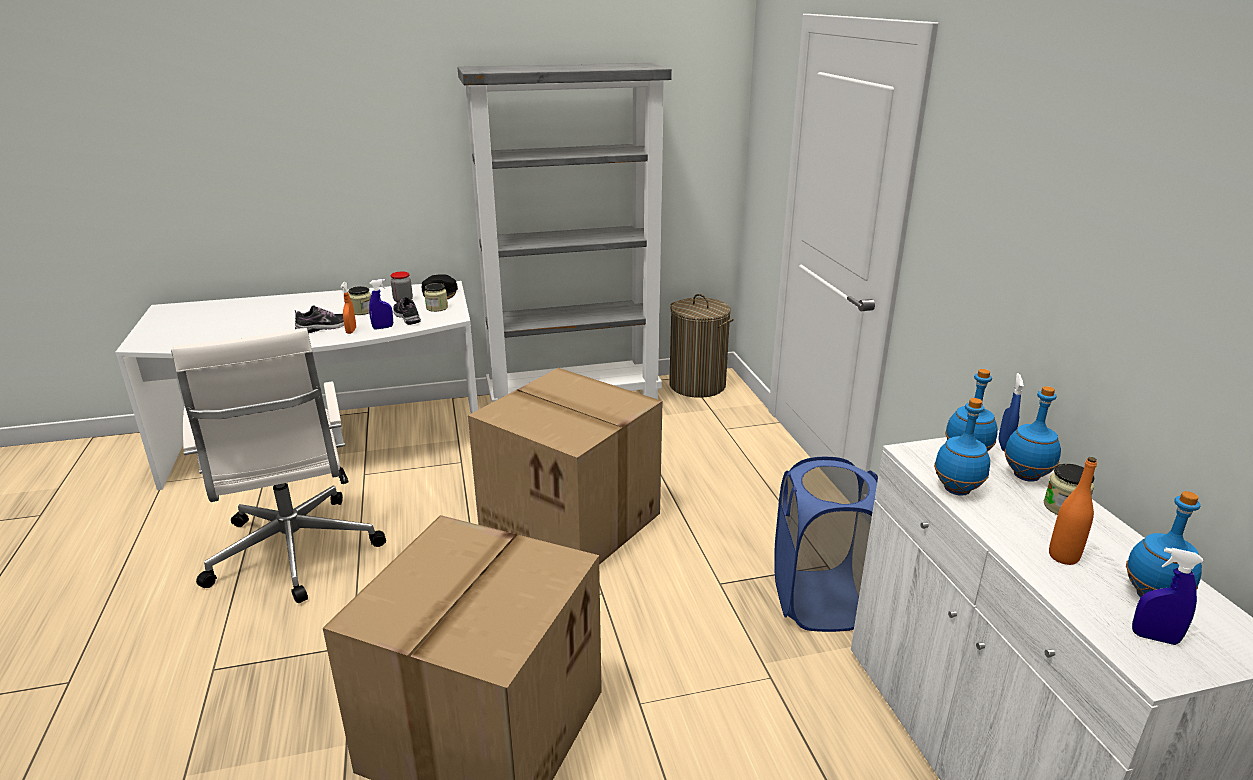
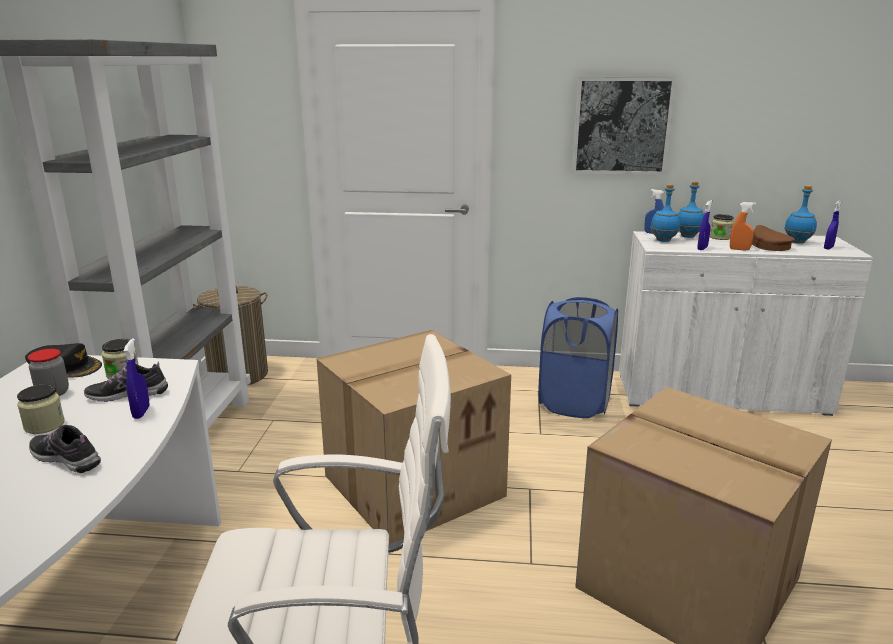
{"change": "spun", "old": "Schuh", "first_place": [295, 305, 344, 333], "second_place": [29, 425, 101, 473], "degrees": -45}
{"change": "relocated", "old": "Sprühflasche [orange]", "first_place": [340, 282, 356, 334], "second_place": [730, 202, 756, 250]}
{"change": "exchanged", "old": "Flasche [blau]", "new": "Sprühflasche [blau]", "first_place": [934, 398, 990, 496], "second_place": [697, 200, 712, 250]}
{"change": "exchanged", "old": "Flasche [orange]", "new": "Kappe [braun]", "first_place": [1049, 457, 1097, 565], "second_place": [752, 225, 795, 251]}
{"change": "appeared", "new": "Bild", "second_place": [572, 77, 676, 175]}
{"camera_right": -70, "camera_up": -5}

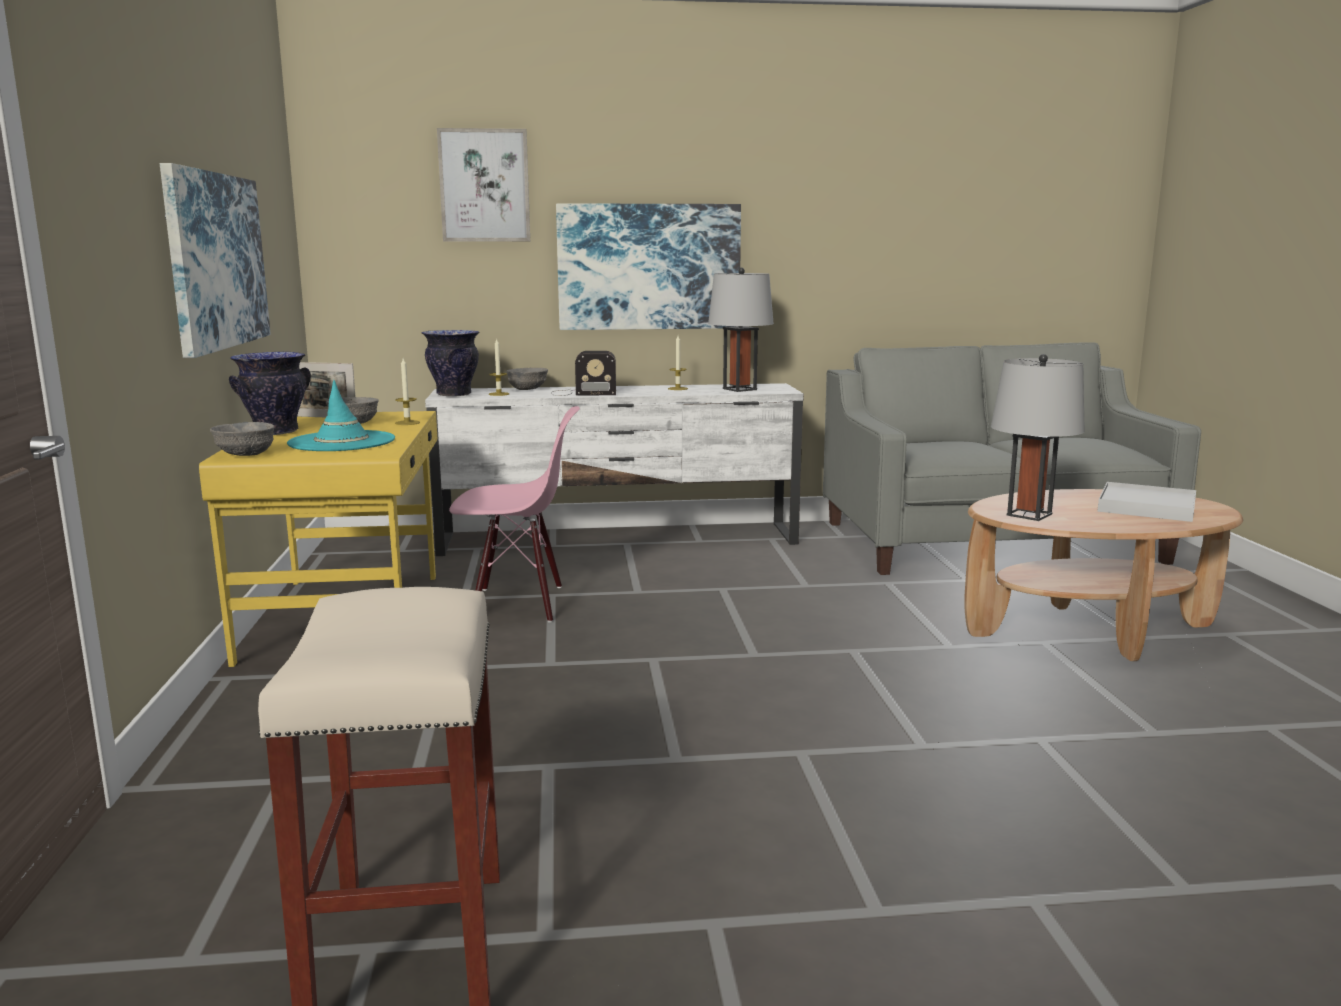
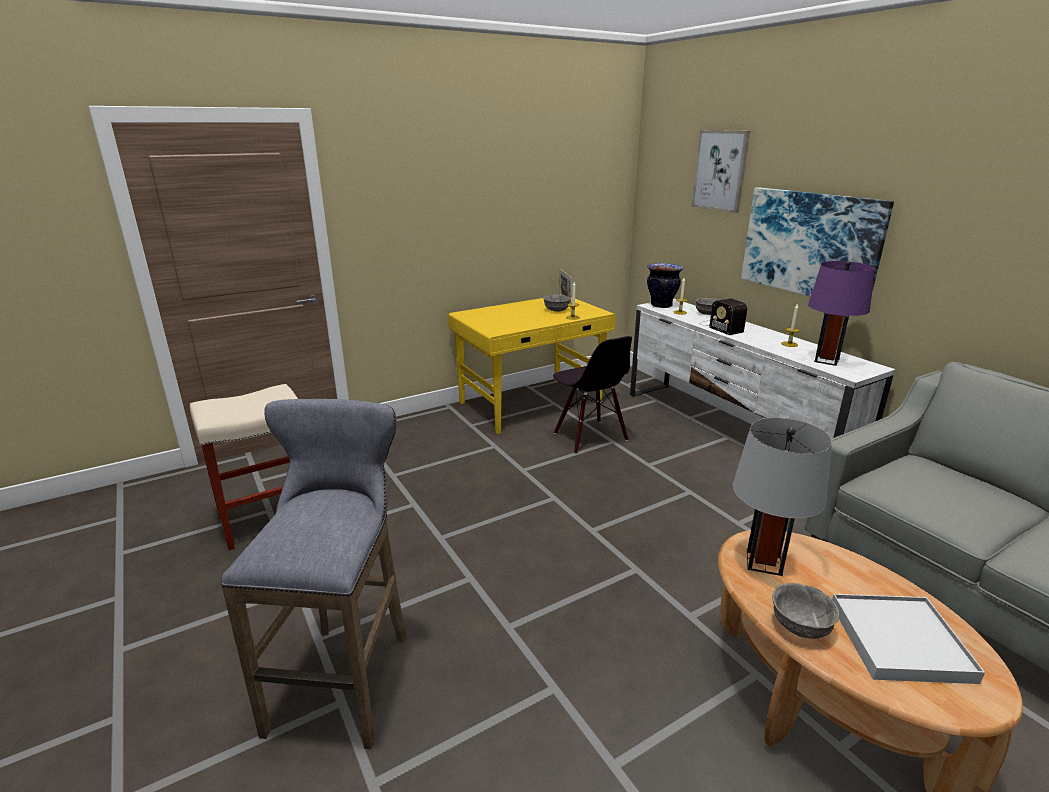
{"change": "missing", "old": "Bild", "first_place": [160, 163, 271, 358]}
{"change": "relocated", "old": "Schüssel [grau]", "first_place": [210, 422, 275, 456], "second_place": [772, 583, 839, 639]}
{"change": "missing", "old": "Vase", "first_place": [229, 352, 311, 435]}
{"change": "missing", "old": "Hut [türkis]", "first_place": [287, 380, 395, 451]}
{"change": "colour", "old": "Stuhl [rosa]", "new": "Stuhl [schwarz]", "first_place": [449, 406, 580, 623], "second_place": [553, 336, 632, 454]}
{"change": "colour", "old": "Tischlampe [grau]", "new": "Tischlampe [lila]", "first_place": [708, 267, 774, 392], "second_place": [808, 261, 875, 366]}
{"change": "appeared", "new": "Hocker [grau]", "second_place": [221, 399, 407, 749]}
{"camera_right": 65, "camera_up": 10}

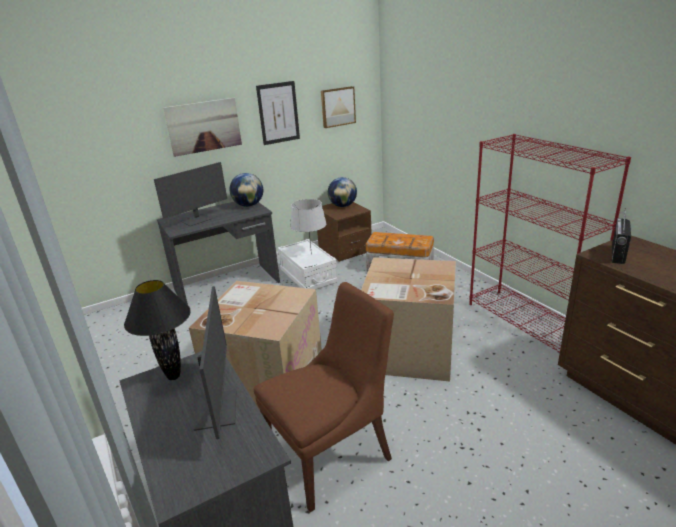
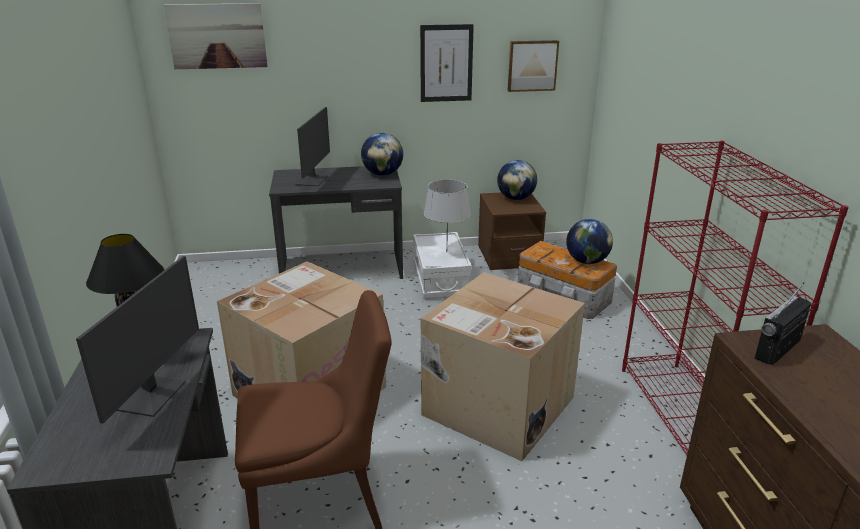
{"change": "spun", "old": "Monitor", "first_place": [154, 162, 227, 226], "second_place": [295, 107, 330, 186], "degrees": -60}
{"change": "relocated", "old": "Bild", "first_place": [163, 98, 242, 157], "second_place": [164, 3, 267, 69]}
{"change": "appeared", "new": "Globus", "second_place": [566, 219, 613, 264]}
{"camera_right": 20, "camera_up": 0}

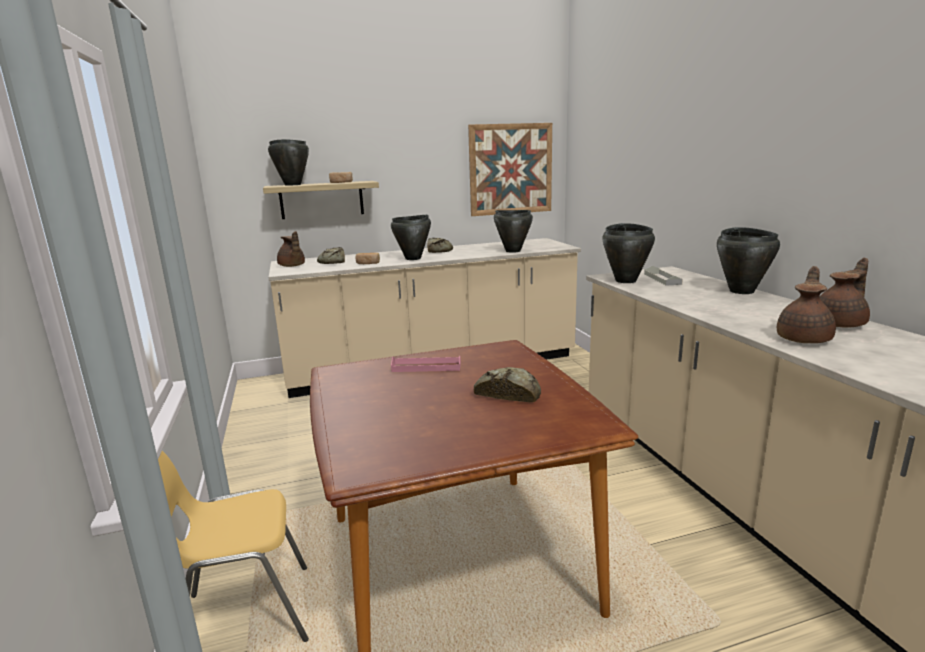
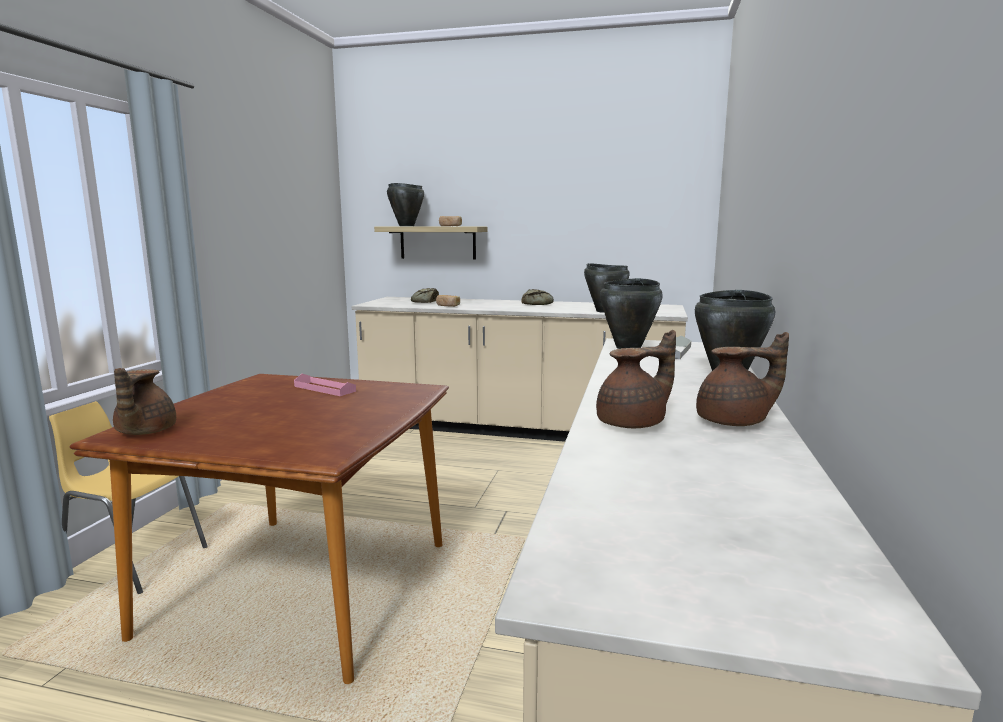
{"change": "relocated", "old": "Teekanne [braun]", "first_place": [277, 231, 305, 267], "second_place": [113, 368, 176, 435]}
{"change": "missing", "old": "Kochtopf [schwarz]", "first_place": [391, 215, 431, 260]}
{"change": "missing", "old": "Bild", "first_place": [468, 123, 552, 216]}
{"change": "missing", "old": "Brot", "first_place": [474, 367, 541, 402]}
{"camera_right": 30, "camera_up": -5}

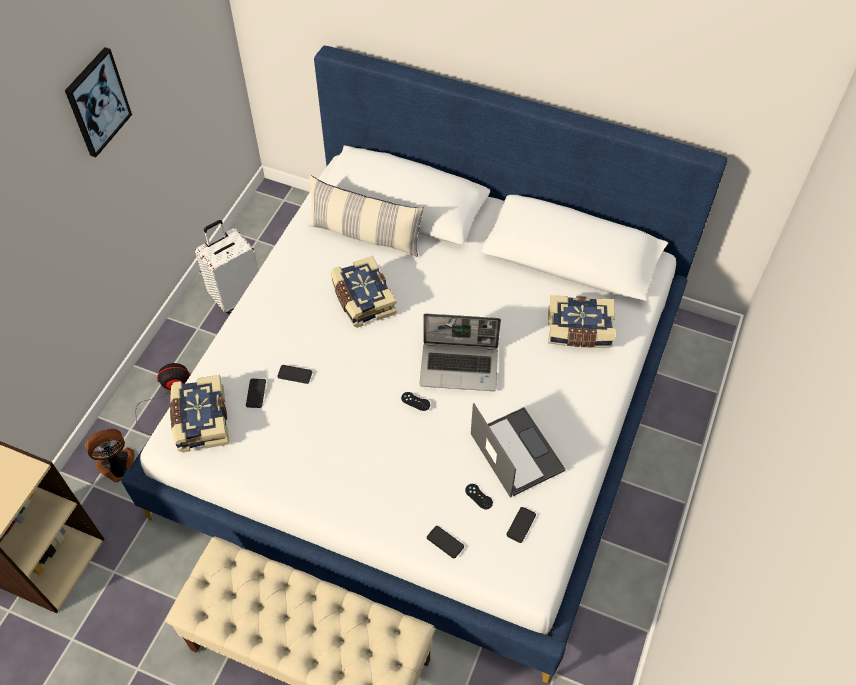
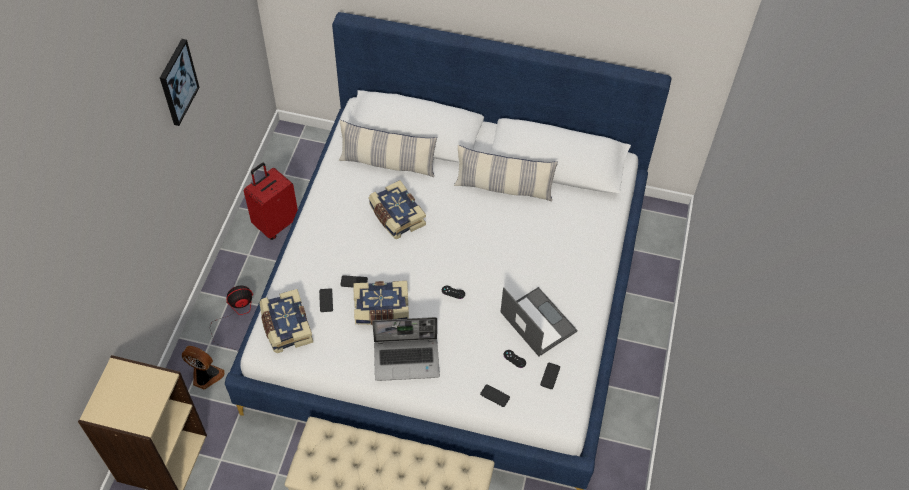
{"change": "spun", "old": "Ventilator", "first_place": [85, 429, 134, 483], "second_place": [182, 346, 225, 390], "degrees": 60}
{"change": "colour", "old": "Koffer [weiß]", "new": "Koffer [rot]", "first_place": [195, 220, 259, 314], "second_place": [244, 163, 298, 240]}
{"change": "relocated", "old": "Laptop", "first_place": [419, 313, 501, 391], "second_place": [372, 317, 440, 381]}
{"change": "relocated", "old": "Buch", "first_place": [548, 295, 616, 348], "second_place": [353, 281, 409, 325]}
{"change": "appeared", "new": "Kissen", "second_place": [454, 145, 558, 201]}
{"camera_right": -10, "camera_up": 0}

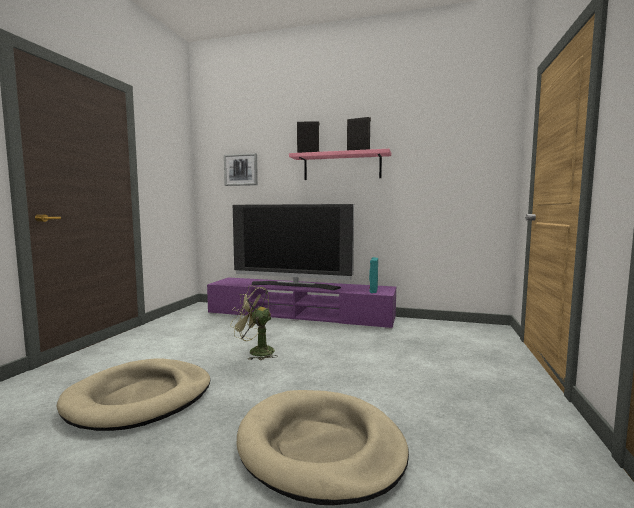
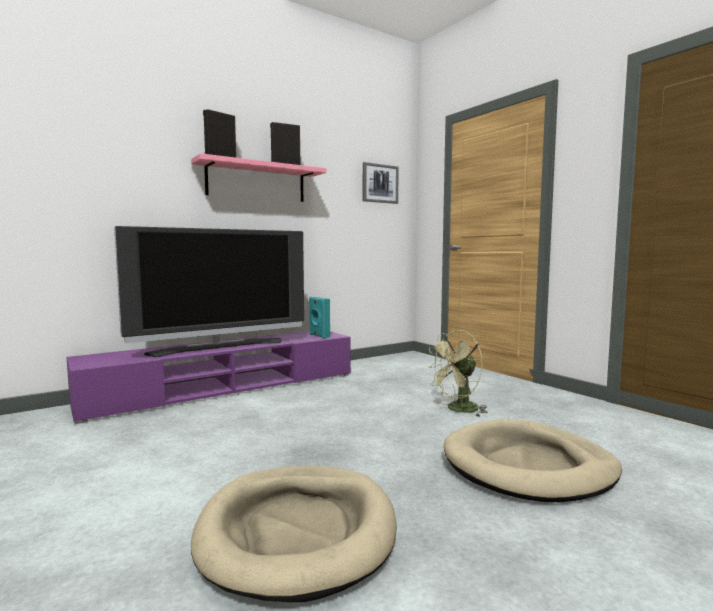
{"change": "relocated", "old": "Bild", "first_place": [224, 153, 258, 186], "second_place": [363, 162, 399, 204]}
{"change": "relocated", "old": "Ventilator [grün]", "first_place": [230, 286, 277, 360], "second_place": [426, 330, 488, 416]}
{"camera_right": -50, "camera_up": 0}

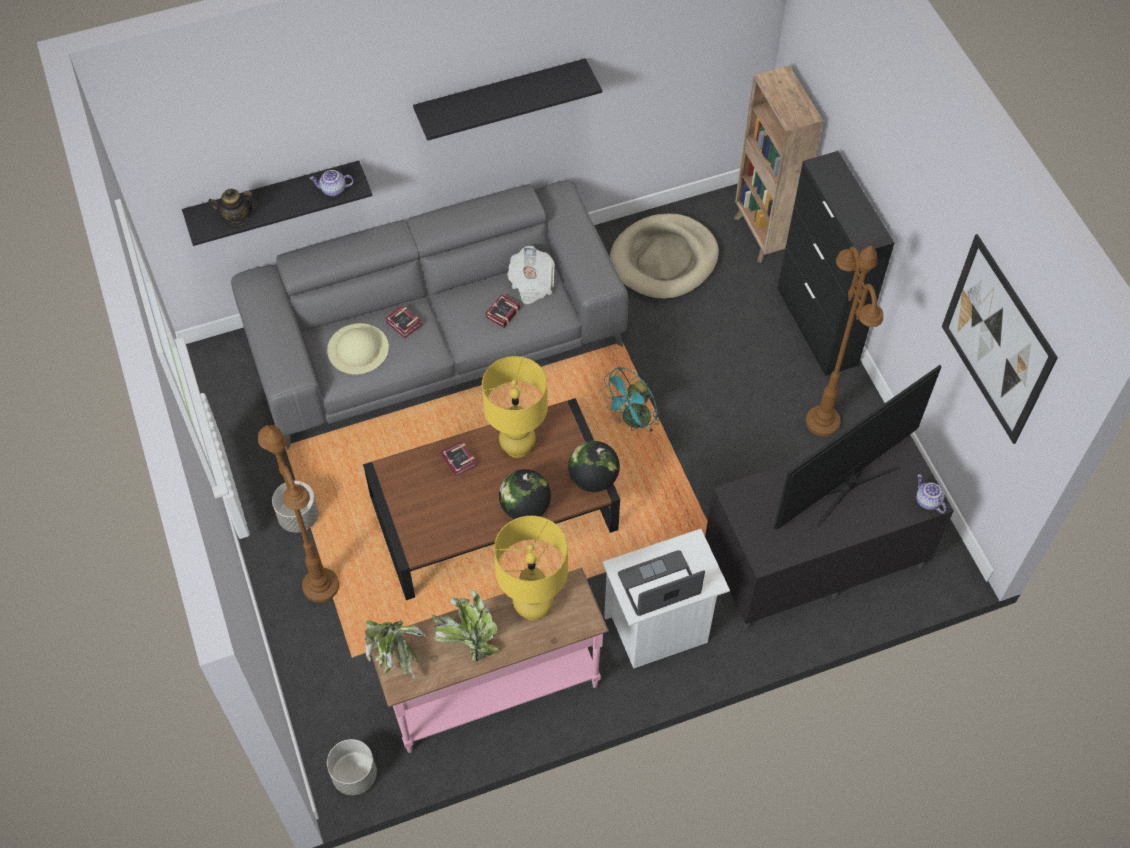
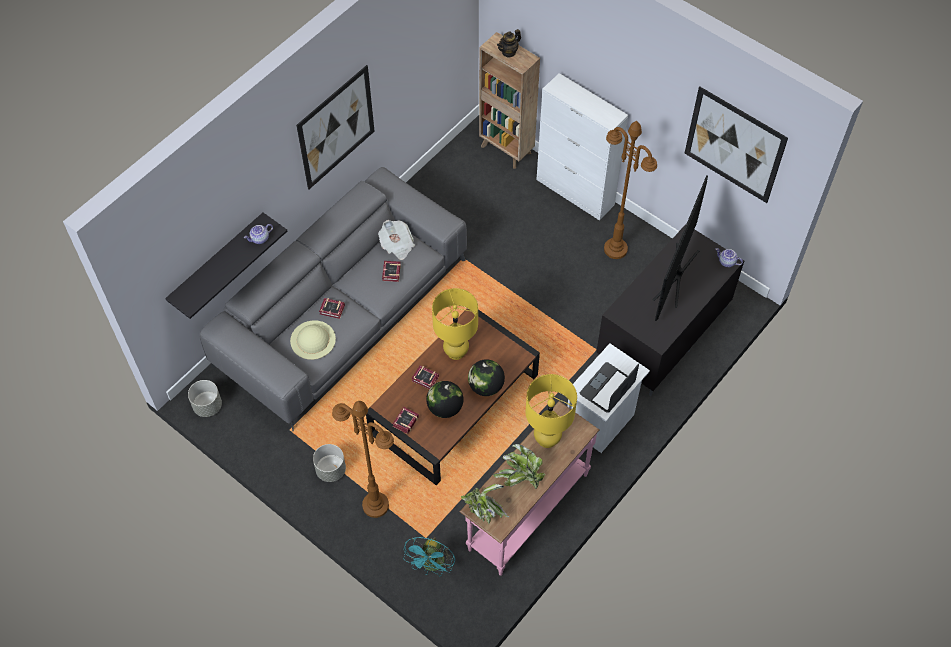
{"change": "relocated", "old": "Teekanne", "first_place": [208, 189, 258, 226], "second_place": [497, 29, 521, 58]}
{"change": "relocated", "old": "Pflanzkübel [grau]", "first_place": [327, 739, 377, 795], "second_place": [188, 380, 222, 417]}
{"change": "exchanged", "old": "Wandregal [schwarz]", "new": "Bild", "first_place": [413, 58, 602, 141], "second_place": [296, 65, 375, 189]}
{"change": "relocated", "old": "Globus", "first_place": [568, 441, 620, 492], "second_place": [426, 381, 464, 418]}
{"change": "relocated", "old": "Ventilator [türkis]", "first_place": [601, 367, 660, 433], "second_place": [403, 537, 455, 577]}
{"change": "missing", "old": "Hundebett [beige]", "first_place": [610, 213, 719, 299]}
{"change": "colour", "old": "Schrank [schwarz]", "new": "Schrank [weiß]", "first_place": [777, 151, 895, 376], "second_place": [536, 73, 628, 221]}
{"change": "appeared", "new": "Buch", "second_place": [393, 407, 419, 434]}
{"camera_right": -30, "camera_up": 0}

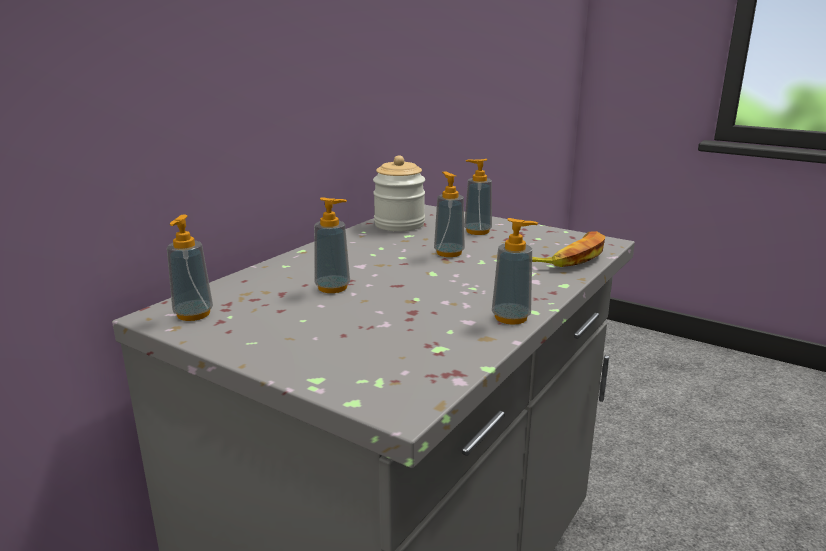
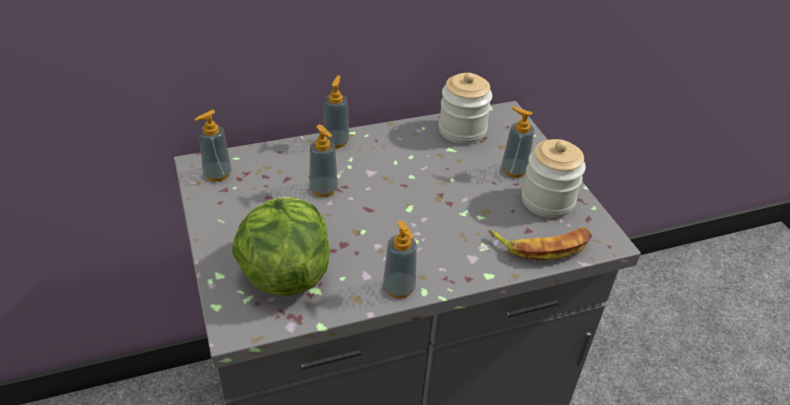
{"change": "relocated", "old": "Seifenspender", "first_place": [434, 172, 465, 257], "second_place": [323, 76, 349, 148]}
{"change": "appeared", "new": "Salatkopf", "second_place": [232, 197, 330, 296]}
{"change": "appeared", "new": "Vorratsglas", "second_place": [521, 139, 586, 218]}
{"camera_right": 35, "camera_up": 20}

